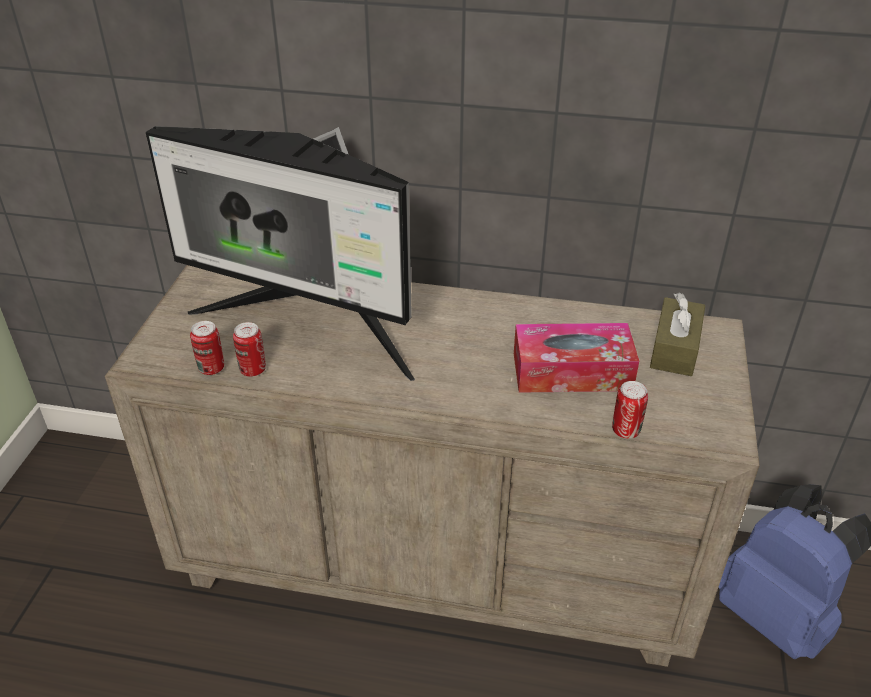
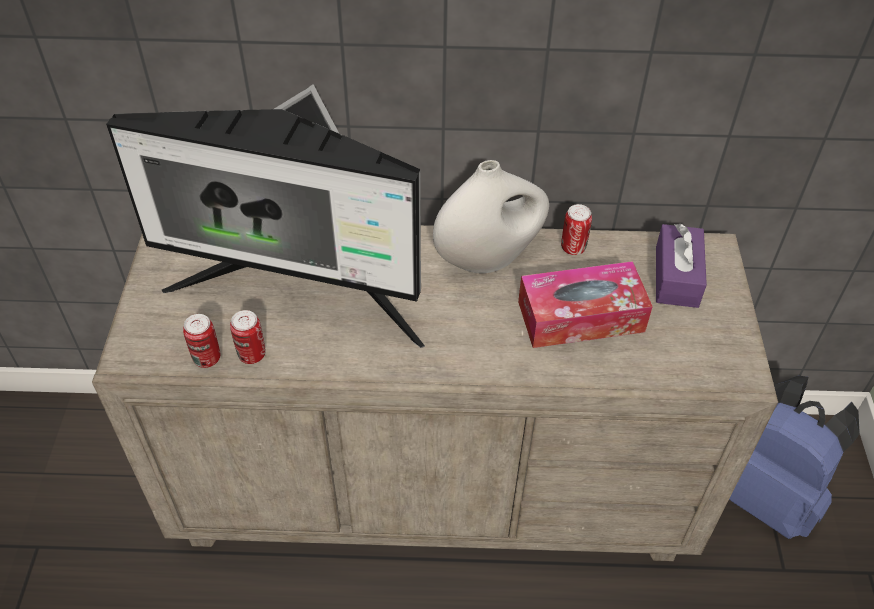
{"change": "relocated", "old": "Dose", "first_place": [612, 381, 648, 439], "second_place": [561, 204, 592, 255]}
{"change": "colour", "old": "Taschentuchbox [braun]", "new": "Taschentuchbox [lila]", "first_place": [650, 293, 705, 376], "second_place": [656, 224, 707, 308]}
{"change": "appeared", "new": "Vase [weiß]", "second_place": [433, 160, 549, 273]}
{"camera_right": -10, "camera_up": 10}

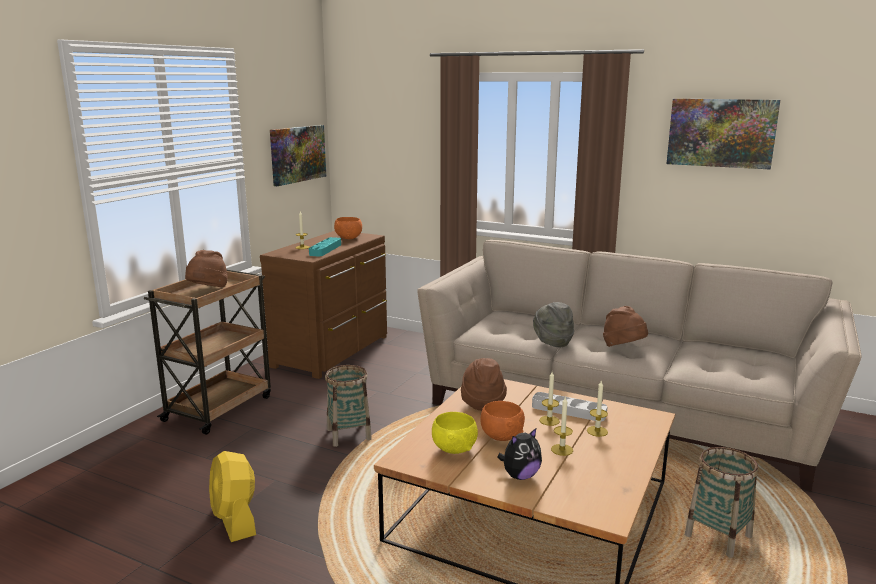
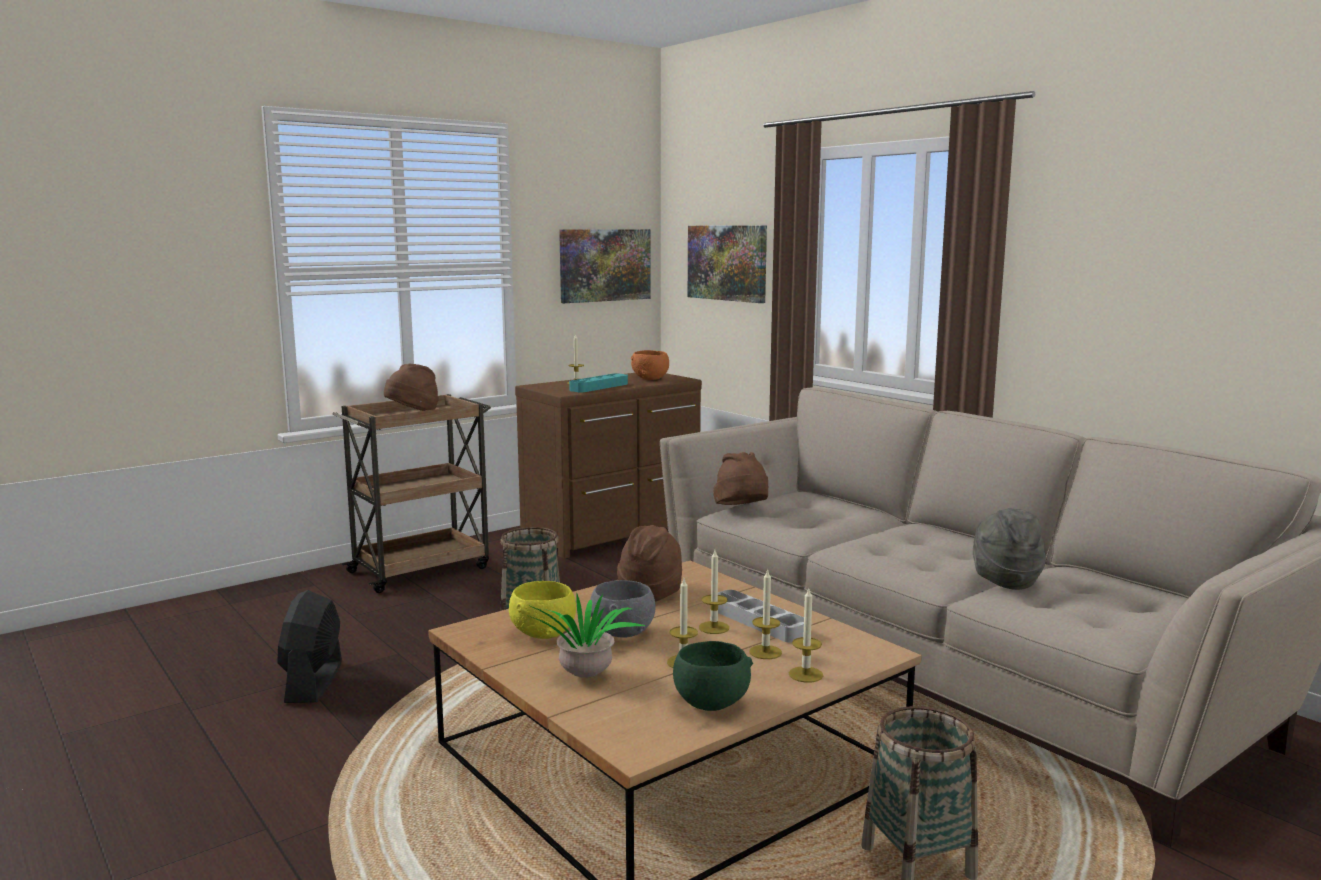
{"change": "colour", "old": "Ventilator [gelb]", "new": "Ventilator [schwarz]", "first_place": [209, 451, 256, 542], "second_place": [277, 590, 342, 703]}
{"change": "colour", "old": "Schüssel [orange]", "new": "Schüssel [grau]", "first_place": [481, 401, 525, 441], "second_place": [590, 580, 656, 637]}
{"change": "exchanged", "old": "Plüschtier", "new": "Topfpflanze", "first_place": [497, 428, 542, 480], "second_place": [528, 594, 646, 678]}
{"change": "relocated", "old": "Hut [grau]", "first_place": [533, 302, 574, 347], "second_place": [973, 508, 1046, 590]}
{"change": "relocated", "old": "Hut [braun]", "first_place": [603, 306, 648, 347], "second_place": [713, 452, 768, 505]}
{"change": "relocated", "old": "Bild", "first_place": [667, 99, 780, 170], "second_place": [688, 225, 767, 303]}
{"change": "appeared", "new": "Schüssel [grün]", "second_place": [673, 641, 753, 711]}
{"change": "appeared", "new": "Kerze", "second_place": [789, 589, 823, 683]}
{"camera_right": 25, "camera_up": -5}

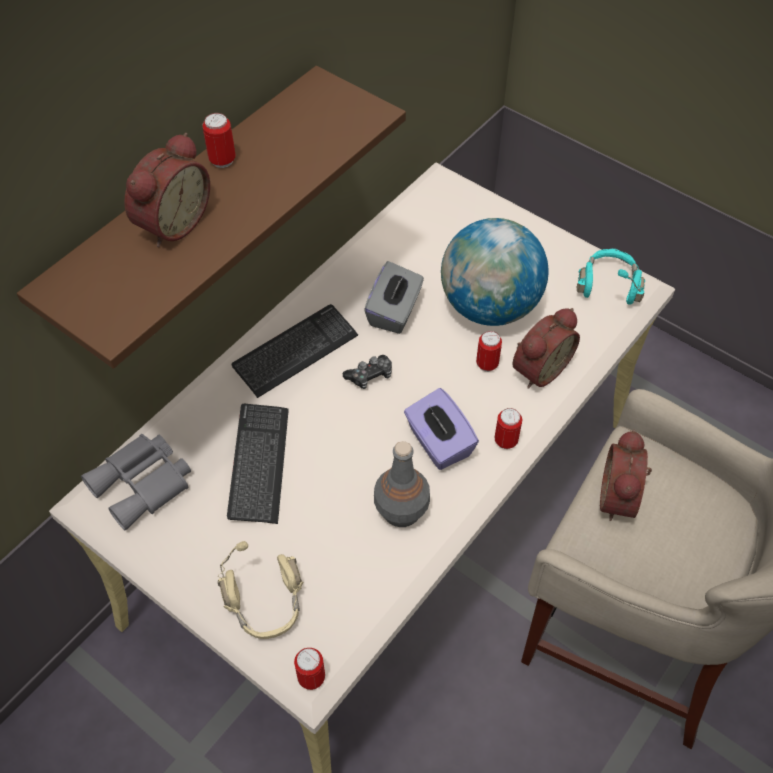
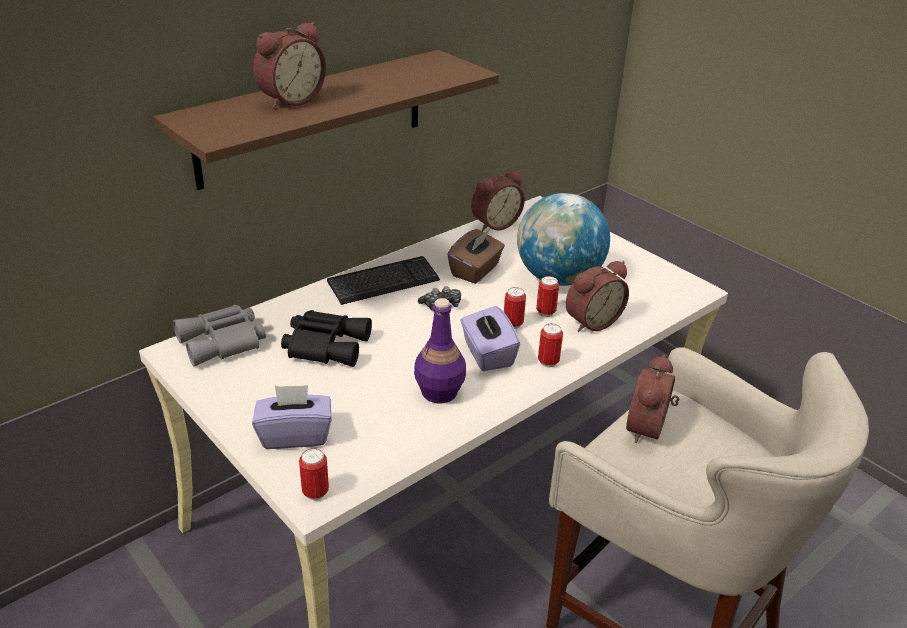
{"change": "relocated", "old": "Dose", "first_place": [203, 113, 236, 168], "second_place": [504, 287, 526, 329]}
{"change": "exchanged", "old": "Kopfhörer [beige]", "new": "Taschentuchbox [lila]", "first_place": [218, 541, 304, 639], "second_place": [252, 385, 332, 449]}
{"change": "exchanged", "old": "Tastatur", "new": "Fernglas [schwarz]", "first_place": [227, 404, 289, 524], "second_place": [281, 310, 372, 367]}
{"change": "colour", "old": "Taschentuchbox [grau]", "new": "Taschentuchbox [braun]", "first_place": [364, 261, 424, 334], "second_place": [448, 229, 505, 284]}
{"change": "colour", "old": "Flasche [grau]", "new": "Flasche [lila]", "first_place": [374, 441, 430, 527], "second_place": [414, 298, 466, 404]}
{"change": "missing", "old": "Kopfhörer [türkis]", "first_place": [577, 249, 645, 304]}
{"change": "appeared", "new": "Wecker", "second_place": [471, 170, 525, 231]}
{"camera_right": 10, "camera_up": -20}

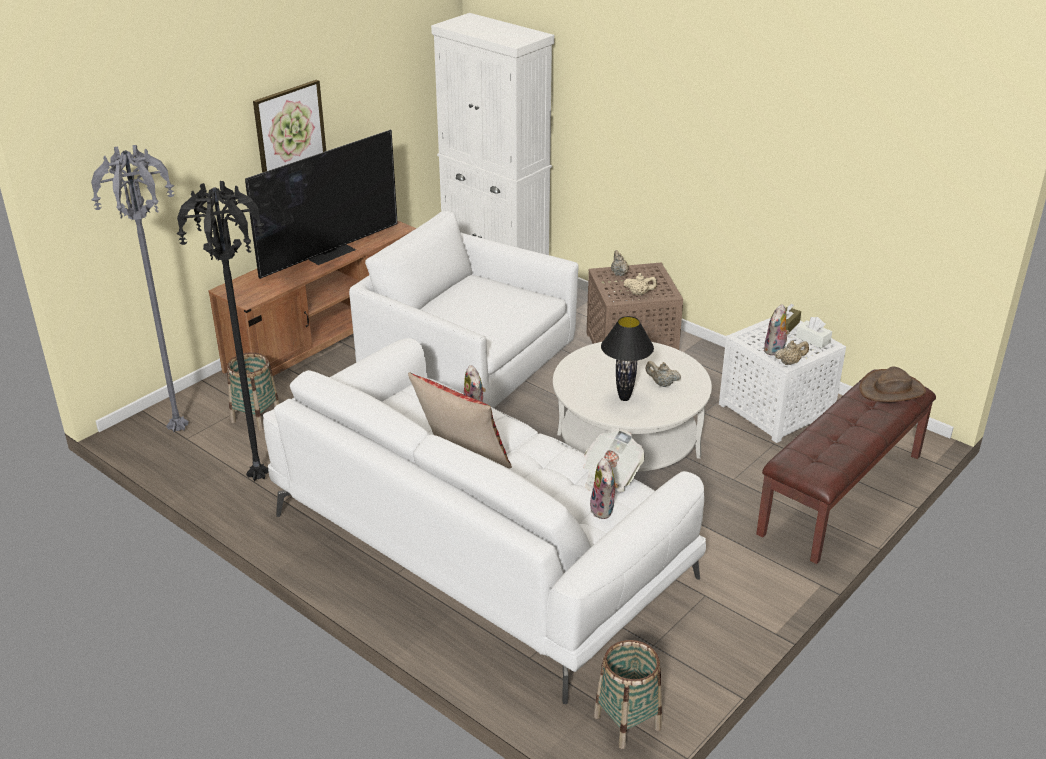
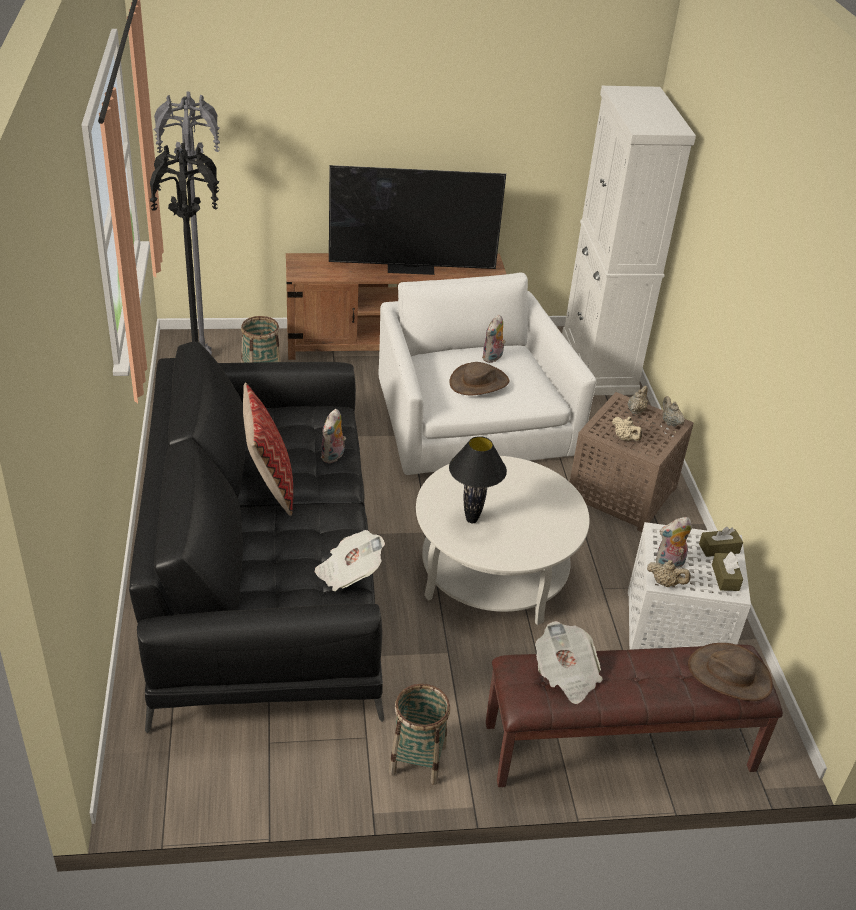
{"change": "missing", "old": "Bild", "first_place": [253, 80, 326, 173]}
{"change": "colour", "old": "Sofa [weiß]", "new": "Sofa [schwarz]", "first_place": [263, 338, 706, 704], "second_place": [129, 341, 384, 733]}
{"change": "relocated", "old": "Plüschtier", "first_place": [590, 458, 619, 519], "second_place": [482, 315, 506, 363]}
{"change": "relocated", "old": "Korb", "first_place": [594, 640, 662, 749], "second_place": [389, 684, 450, 785]}
{"change": "relocated", "old": "Teekanne [beige]", "first_place": [645, 361, 681, 387], "second_place": [663, 396, 685, 427]}
{"change": "colour", "old": "Taschentuchbox [weiß]", "new": "Taschentuchbox [braun]", "first_place": [796, 317, 832, 349], "second_place": [712, 552, 743, 591]}
{"change": "appeared", "new": "Hut [braun]", "second_place": [450, 362, 509, 395]}
{"change": "appeared", "new": "Zeitung", "second_place": [535, 621, 603, 704]}
{"camera_right": 40, "camera_up": 5}

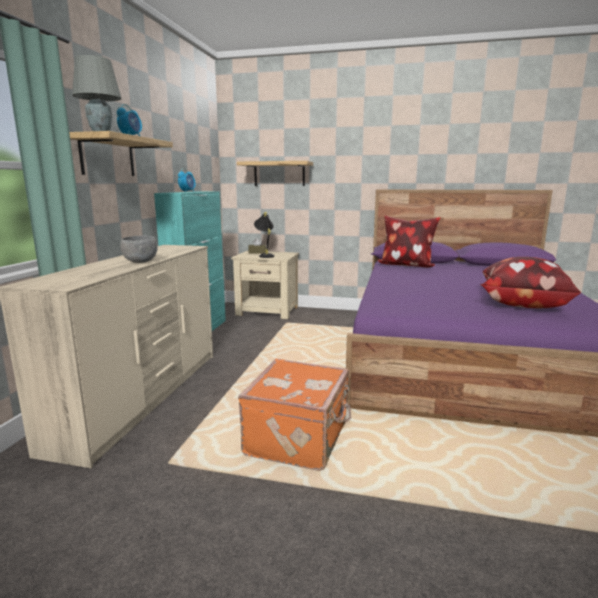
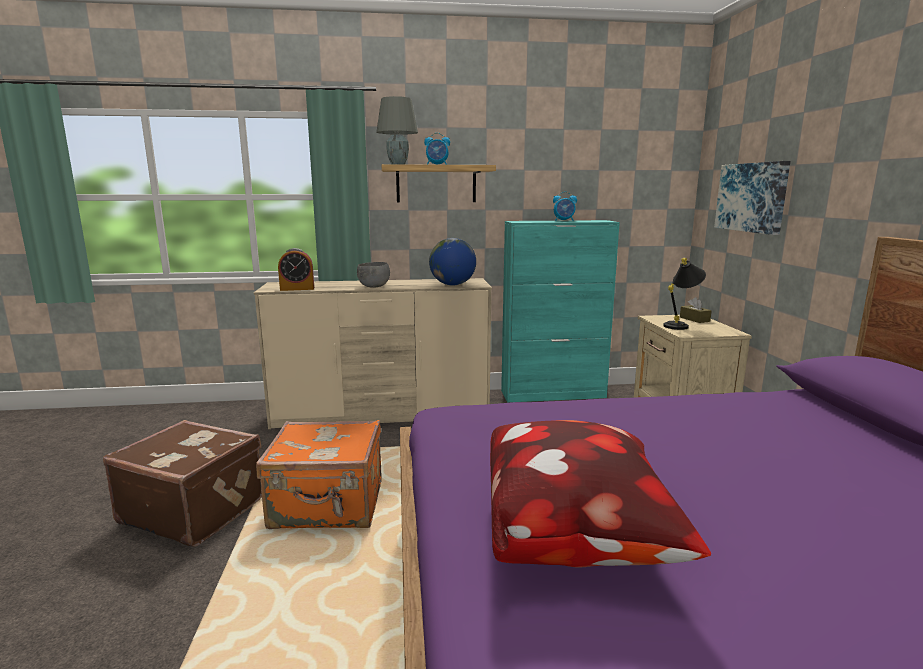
{"change": "exchanged", "old": "Wandregal", "new": "Bild", "first_place": [237, 161, 313, 186], "second_place": [714, 161, 790, 235]}
{"change": "missing", "old": "Kissen", "first_place": [377, 216, 441, 267]}
{"change": "appeared", "new": "Koffer [braun]", "second_place": [103, 420, 262, 547]}
{"change": "appeared", "new": "Wecker", "second_place": [278, 248, 314, 291]}
{"change": "appeared", "new": "Globus", "second_place": [429, 238, 476, 285]}
{"camera_right": 70, "camera_up": 0}

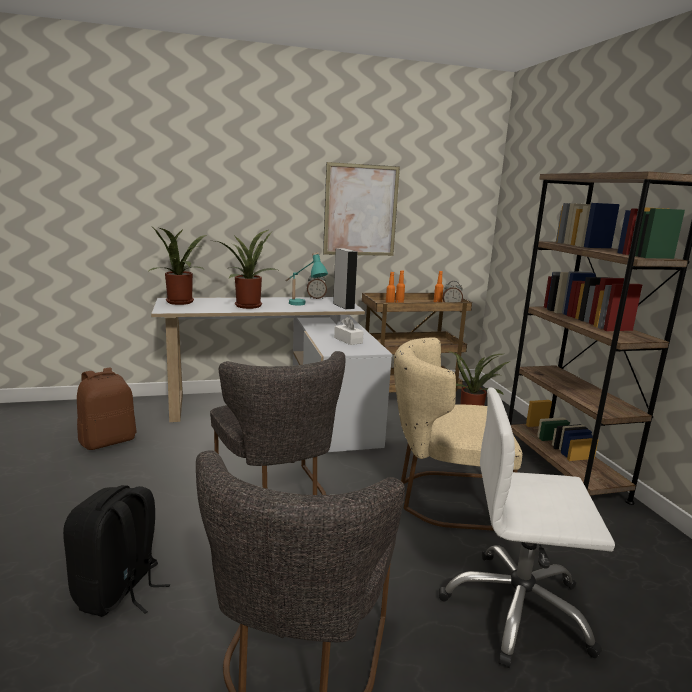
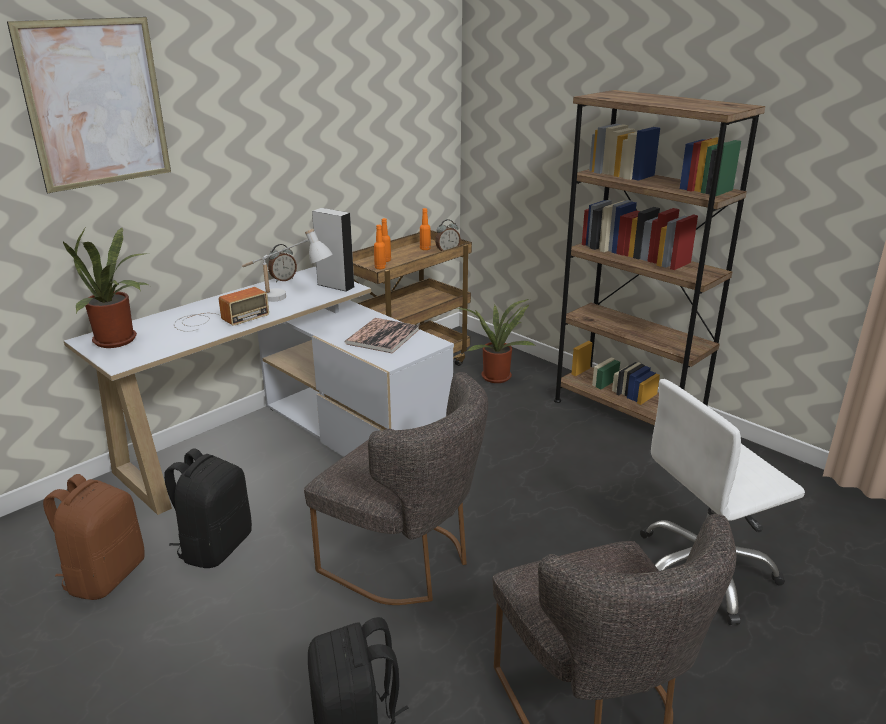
{"change": "exchanged", "old": "Topfpflanze", "new": "Radio", "first_place": [216, 229, 281, 309], "second_place": [174, 287, 269, 332]}
{"change": "colour", "old": "Tischlampe [türkis]", "new": "Tischlampe [weiß]", "first_place": [285, 252, 328, 306], "second_place": [242, 228, 333, 302]}
{"change": "relocated", "old": "Bild", "first_place": [323, 162, 400, 256], "second_place": [7, 17, 171, 193]}
{"change": "exchanged", "old": "Taschentuchbox [weiß]", "new": "Buch", "first_place": [334, 317, 364, 345], "second_place": [345, 318, 419, 354]}
{"change": "missing", "old": "Stuhl [beige]", "first_place": [394, 337, 523, 531]}
{"change": "appeared", "new": "Rucksack [schwarz]", "second_place": [164, 448, 252, 568]}
{"camera_right": -30, "camera_up": 10}

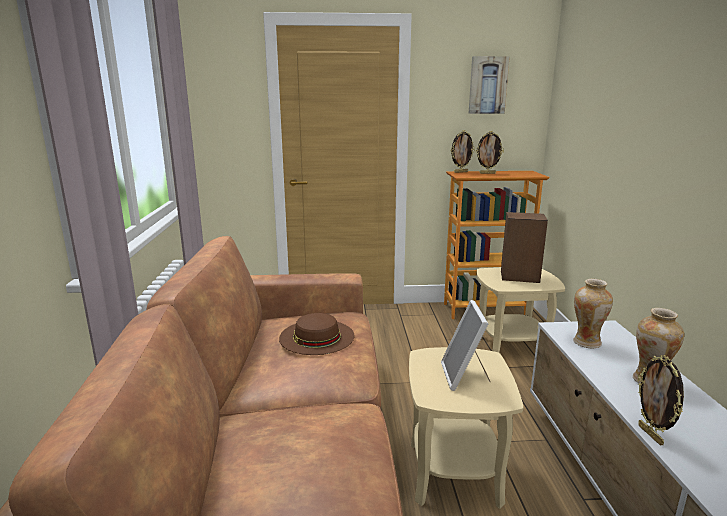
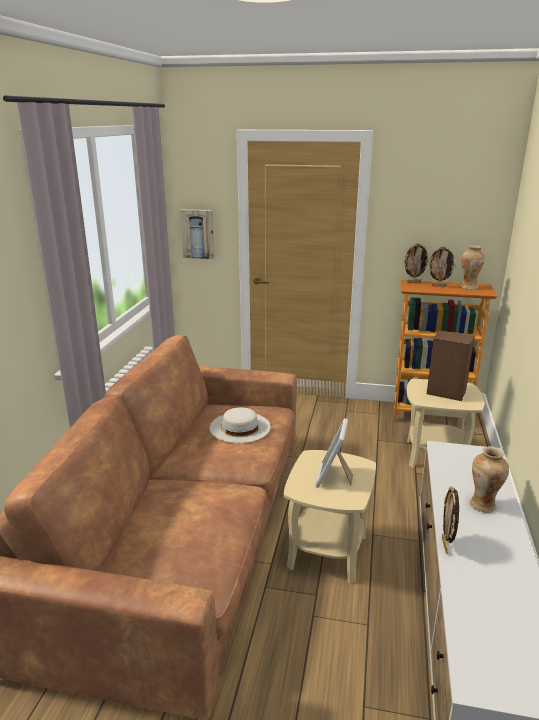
{"change": "colour", "old": "Hut [braun]", "new": "Hut [weiß]", "first_place": [279, 313, 354, 355], "second_place": [209, 407, 271, 443]}
{"change": "relocated", "old": "Bild", "first_place": [468, 56, 510, 114], "second_place": [180, 209, 215, 259]}
{"change": "relocated", "old": "Vase", "first_place": [573, 279, 613, 348], "second_place": [461, 245, 485, 289]}
{"camera_right": 15, "camera_up": 5}

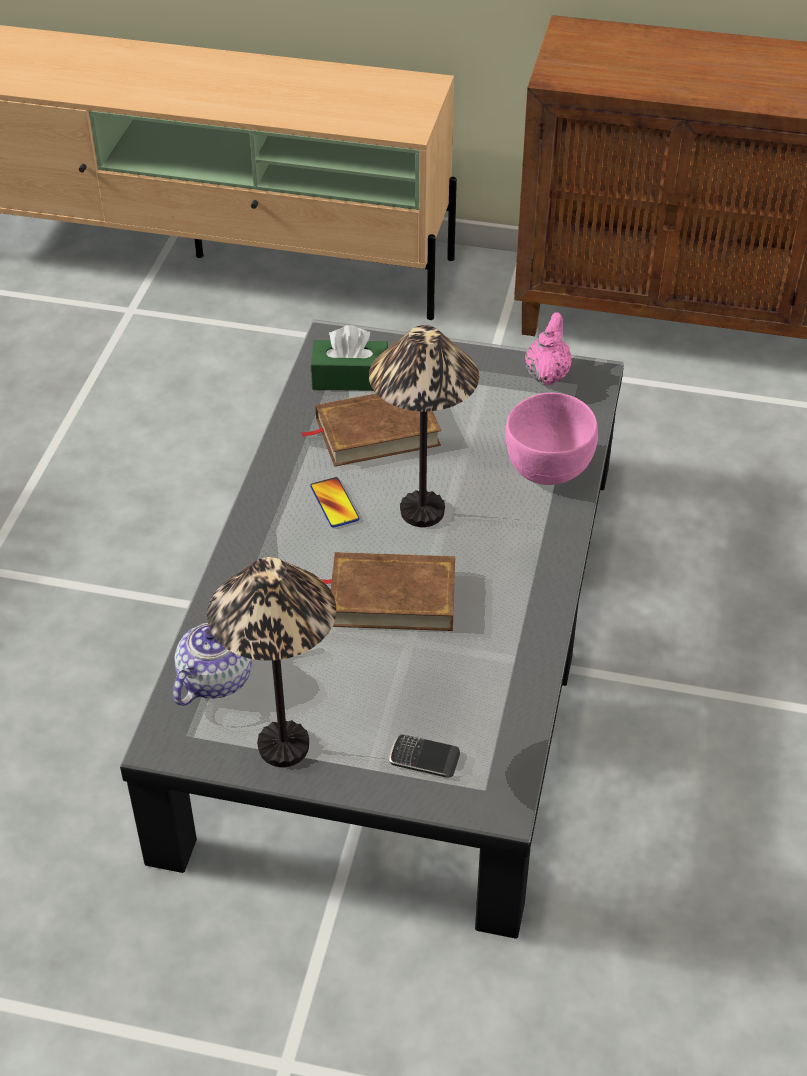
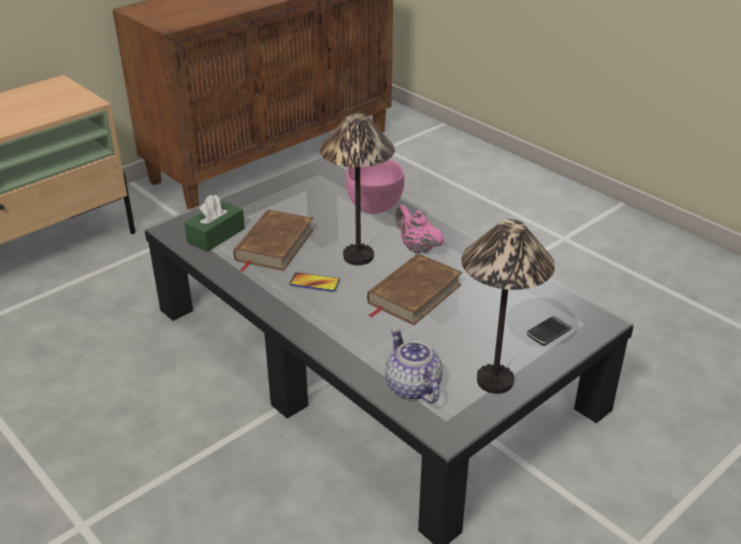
{"change": "relocated", "old": "Teekanne [rosa]", "first_place": [525, 312, 572, 385], "second_place": [395, 205, 444, 254]}
{"camera_right": -55, "camera_up": -10}

